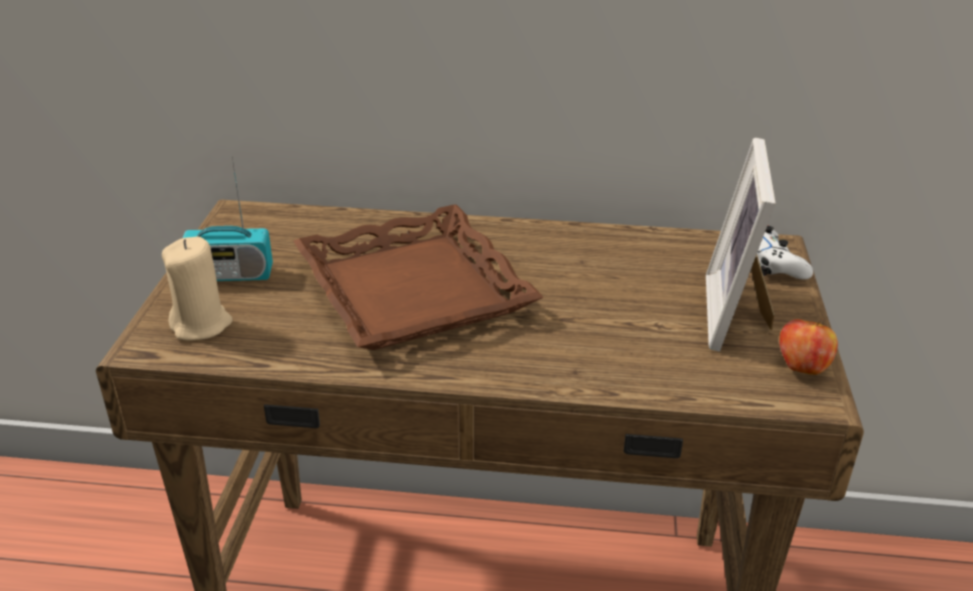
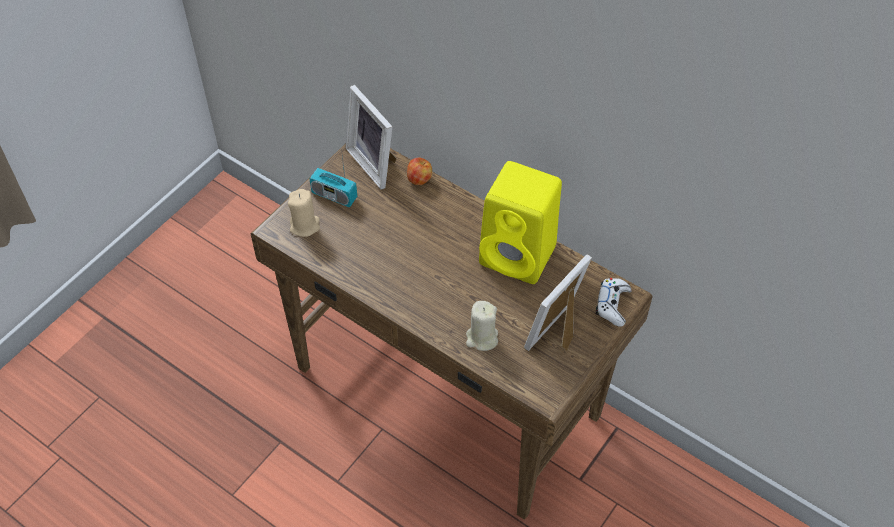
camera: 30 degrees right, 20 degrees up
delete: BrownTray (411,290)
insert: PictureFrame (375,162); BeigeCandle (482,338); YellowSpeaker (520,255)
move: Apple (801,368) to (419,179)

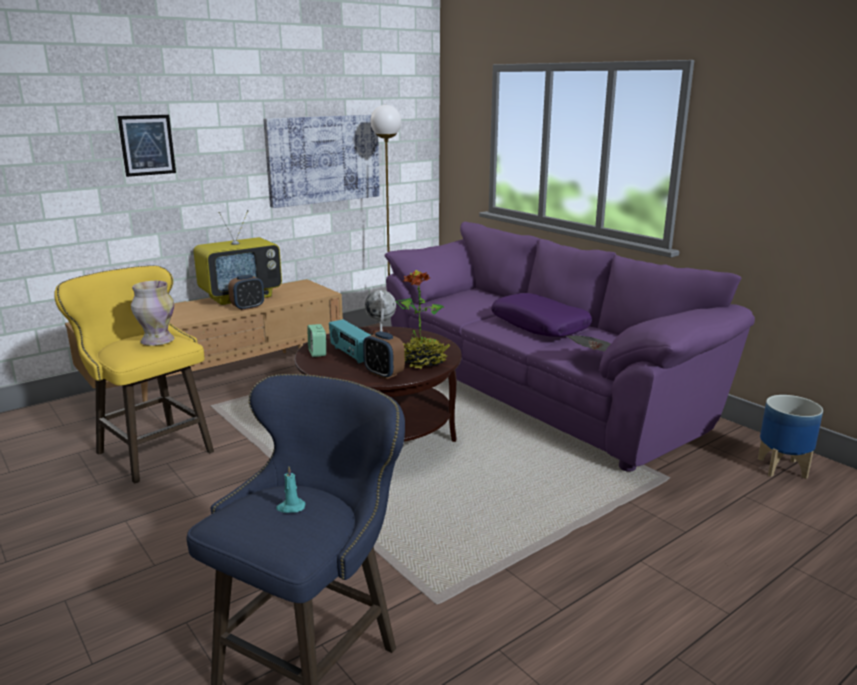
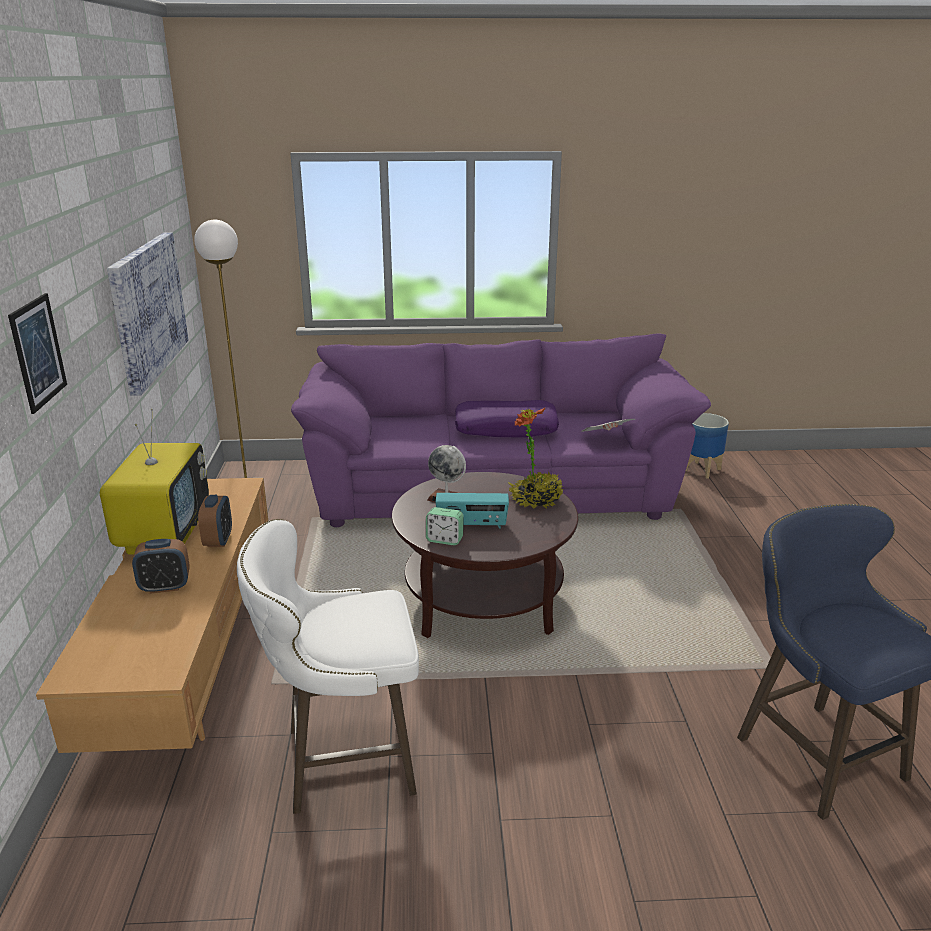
camera: 55 degrees left, 5 degrees up
delete: Vase (156,341); TurquoiseCandle (290,507)
move: AlarmClock (383,374) to (165,587)
recolor: YellowStool (152,450) to WhiteStool (342,761)

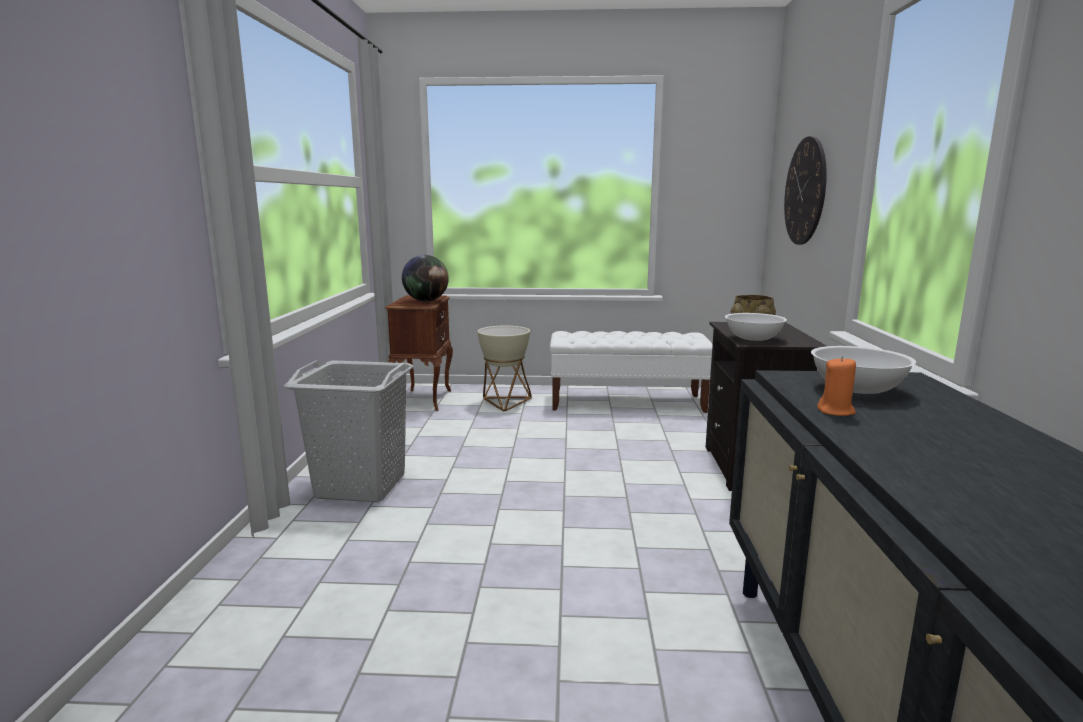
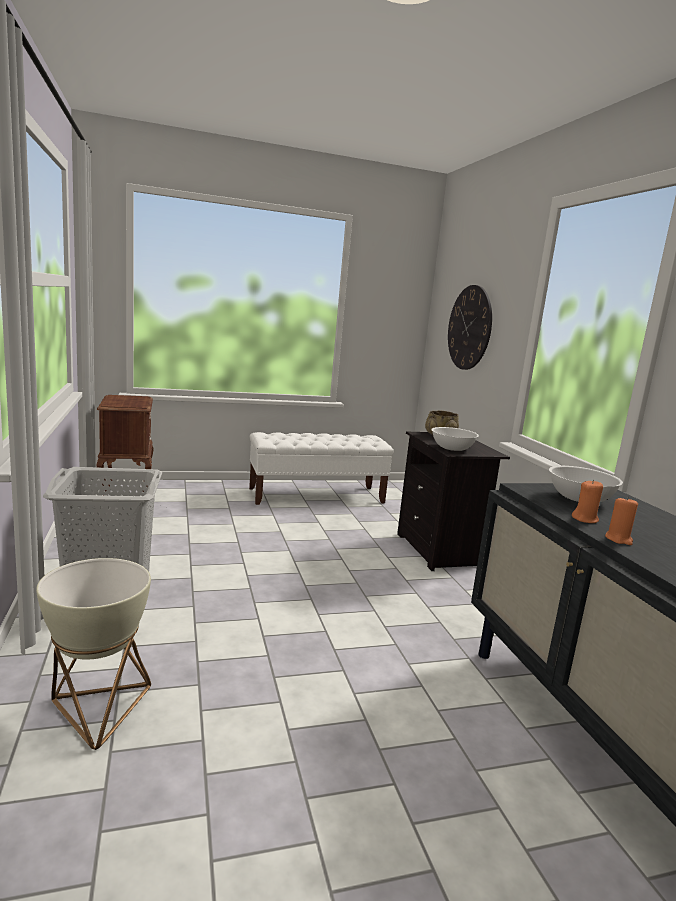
camera: 20 degrees left, 0 degrees up
delete: Globe (426,301)
insert: OrangeCandle (618,539)
move: Planter (505,402) to (98,709)

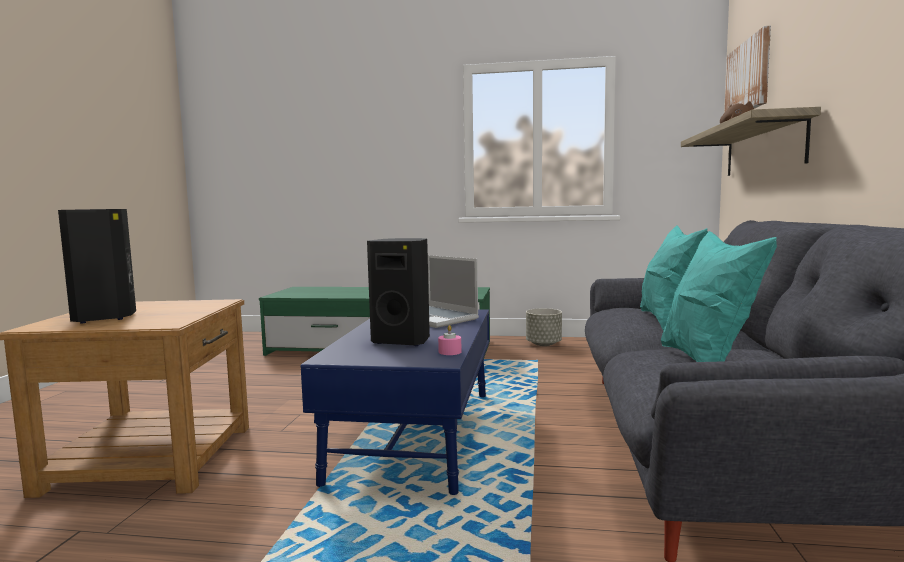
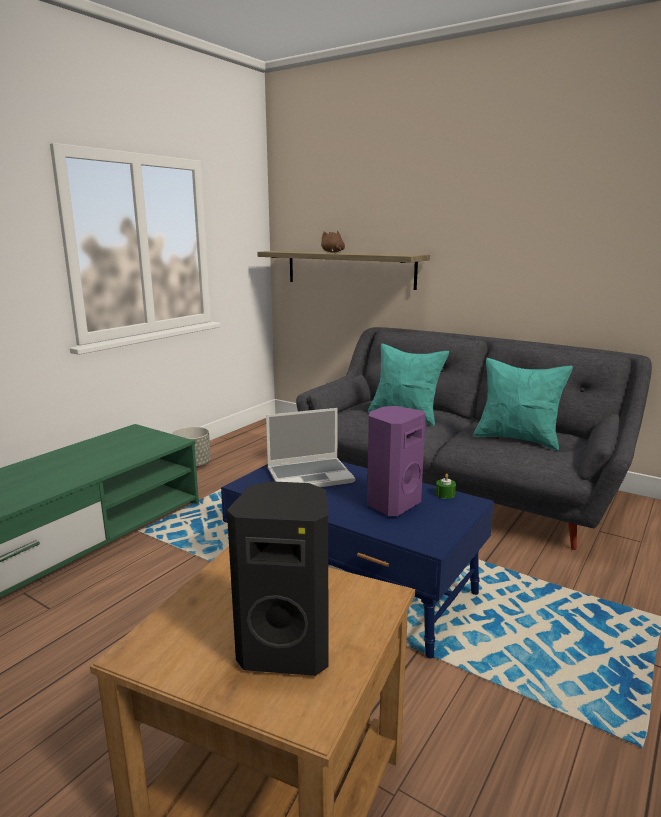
camera: 65 degrees left, 10 degrees up
delete: Picture (748,77)
recolor: BlackSpeaker (403,341) to PurpleSpeaker (391,504); PinkCandle (450,352) to GreenCandle (445,494)

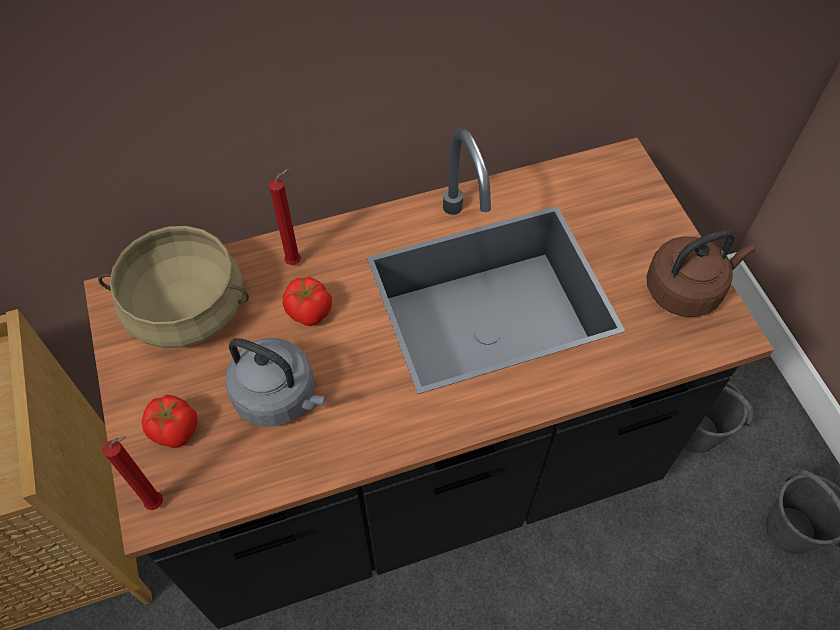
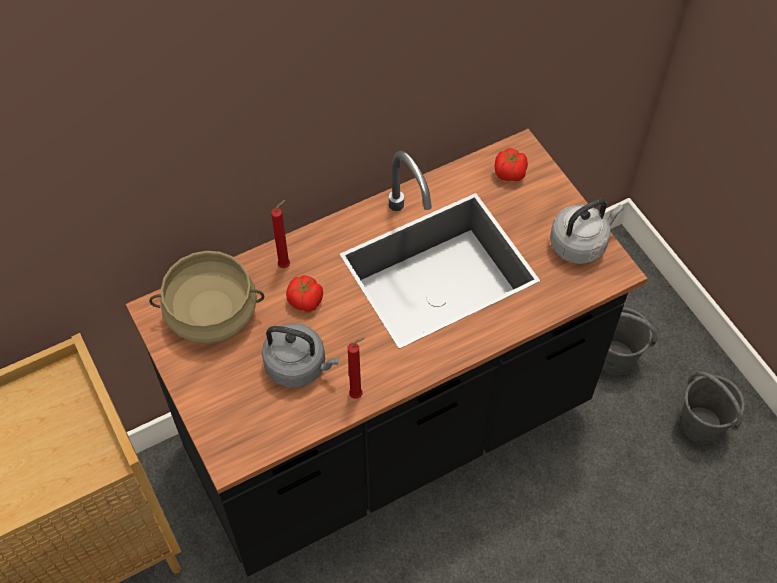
camera: 10 degrees left, 0 degrees up
move: RedCandle (158,503) to (358,394); Tomato (175,431) to (510,174)
recolor: BrownKettle (686,290) to GreyKettle (580,244)

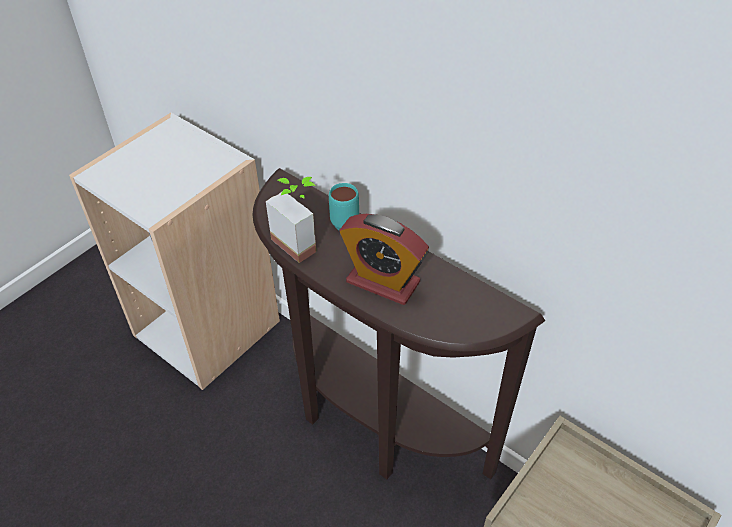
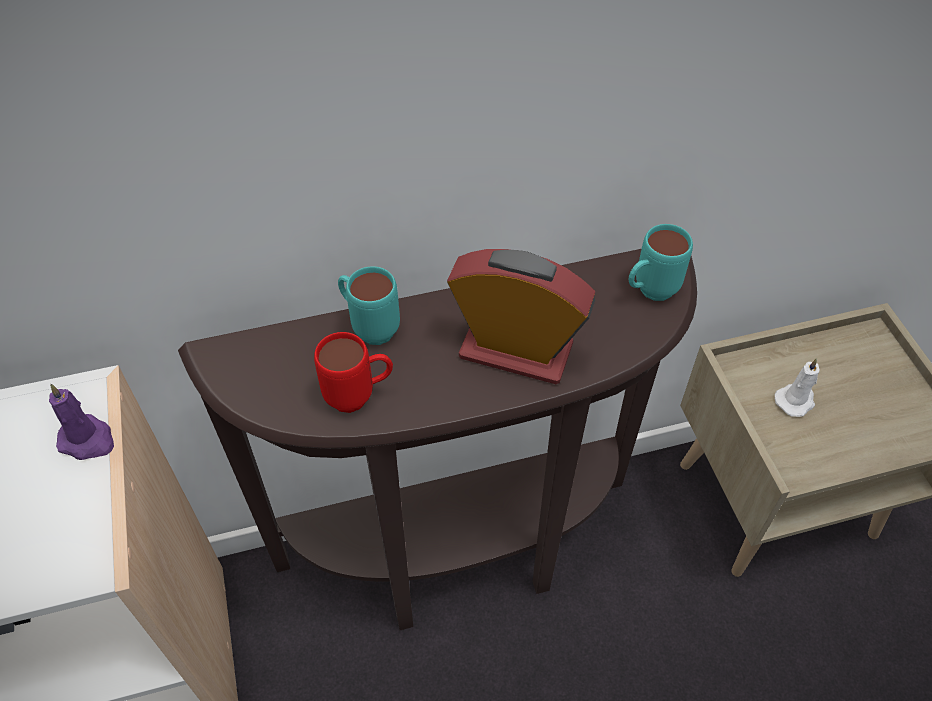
camera: 55 degrees left, 5 degrees up
insert: PurpleCandle (88,440); TurquoiseMug (648,293); WhiteCandle (795,400)
replace: PottedPlant (301,241) to RedMug (359,397)
rotate: AlarmClock (383,282) = (516,351) 135 degrees counterclockwise

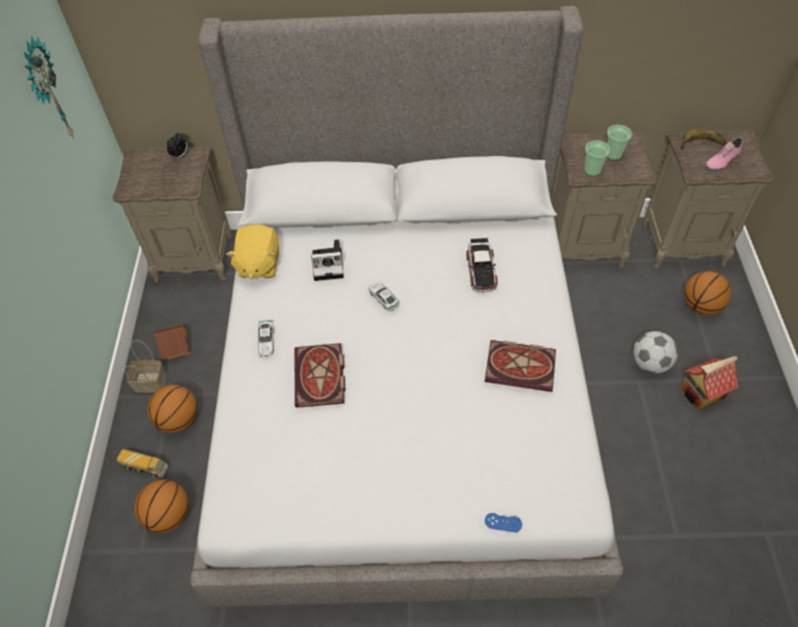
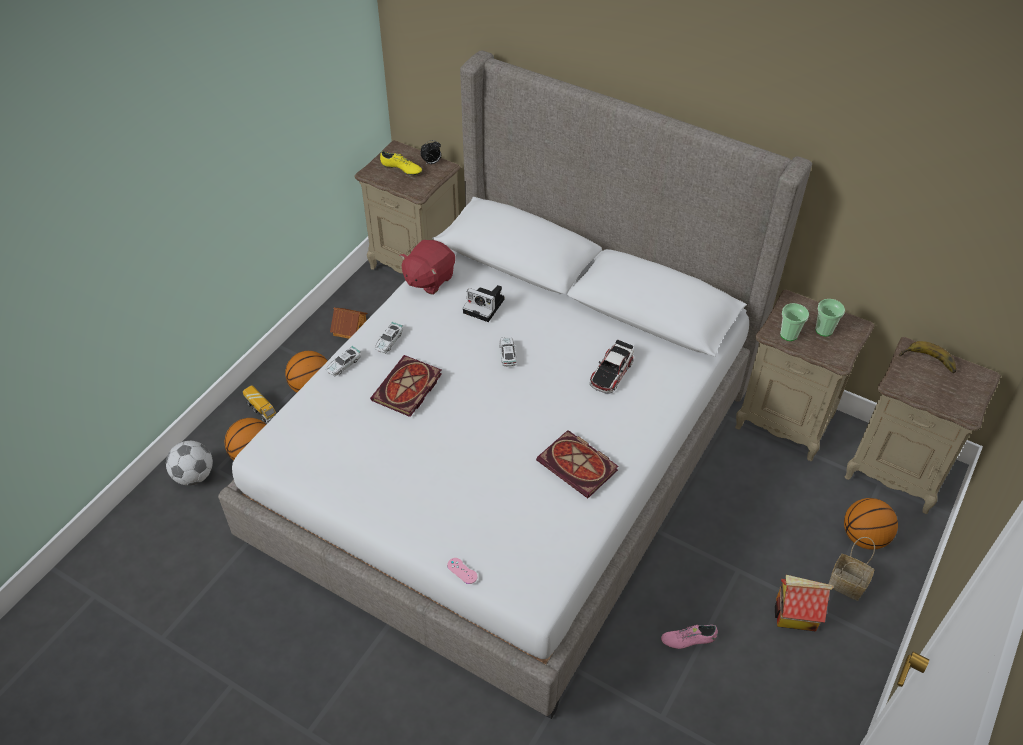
camera: 30 degrees right, 5 degrees down
delete: WallClock (46,92)
insert: ToyCar (343,364); YellowShoe (401,169)
move: Basket (149,383) to (845,584); Football (650,363) to (194,476); PinkShoe (722,161) to (688,640)
recolor: YellowPlushToy (258,264) to RedPlushToy (428,279); BlueGameController (503,522) to PinkGameController (462,571)

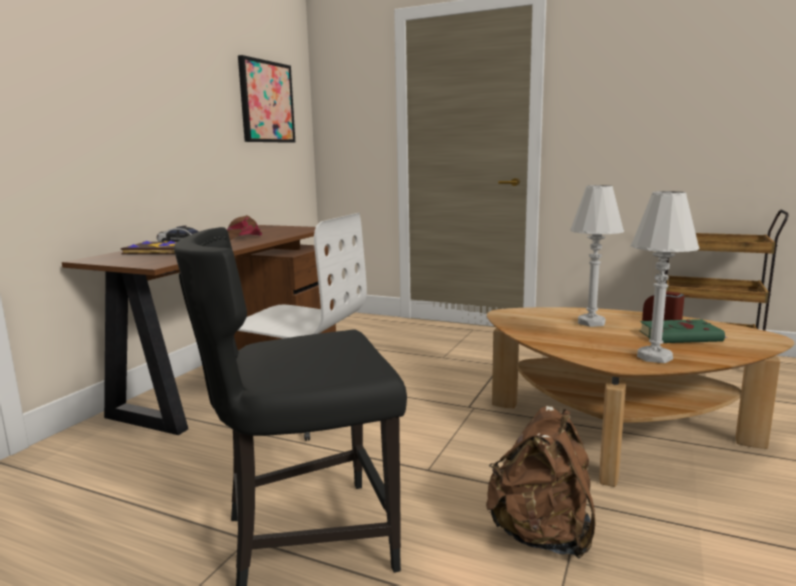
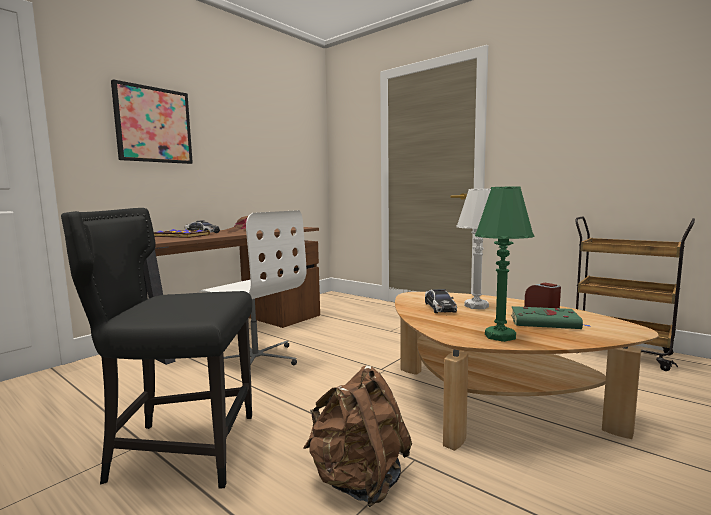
camera: 15 degrees right, 5 degrees down
insert: ToyCar (439,307)
move: Picture (266,102) to (153,125)
recolor: WhiteTableLamp (654,357) to GreenTableLamp (500,336)

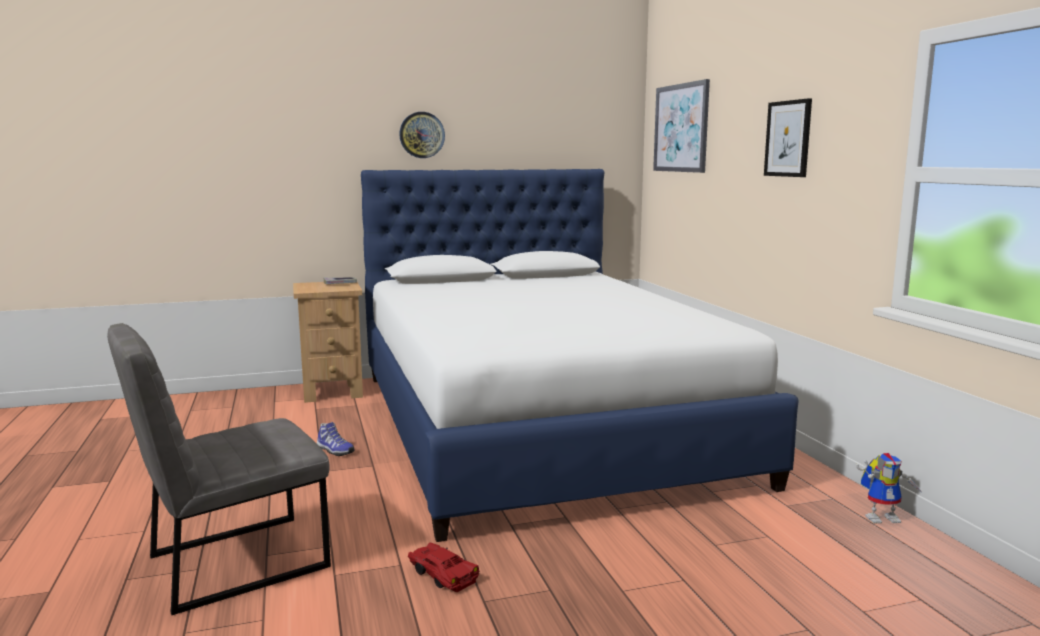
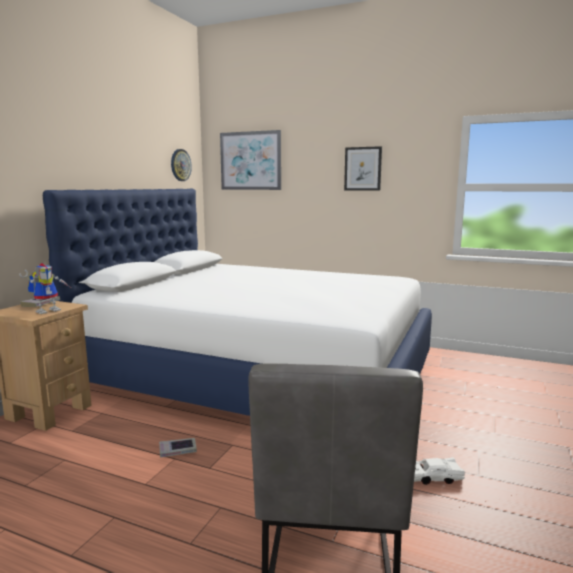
camera: 50 degrees left, 0 degrees up
move: WallClock (422,135) to (180,165); ToyRobot (883,517) to (48,310)
replace: Shoe (334,451) to Book (178,450)
recolor: RedToyCar (442,574) to WhiteToyCar (433,477)

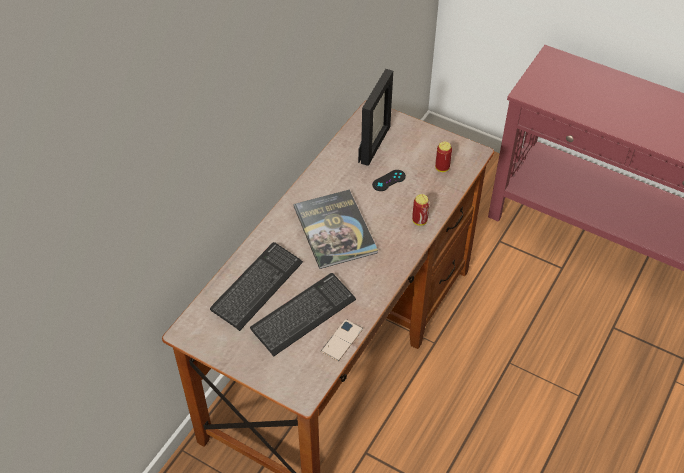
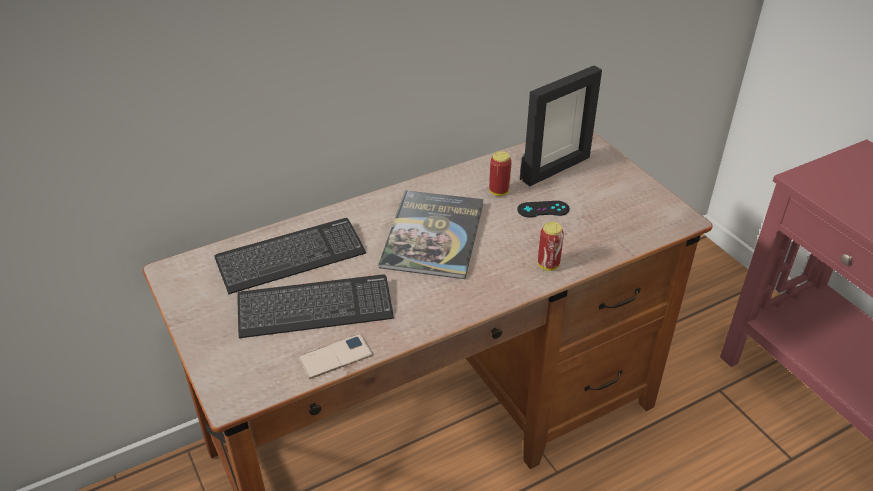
camera: 30 degrees right, 10 degrees down
move: Can (442,168) to (499,192)

